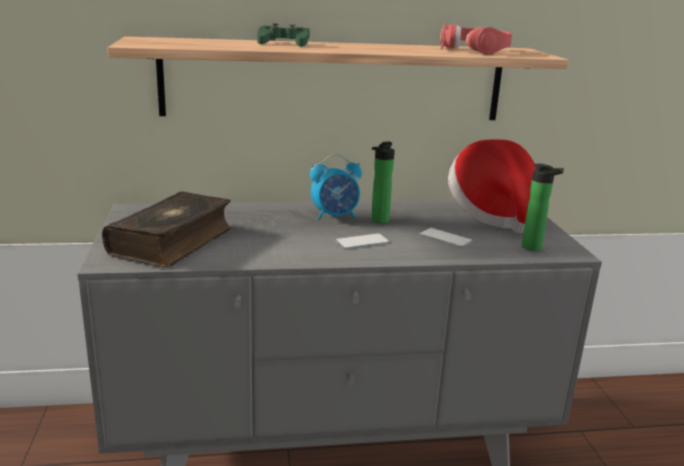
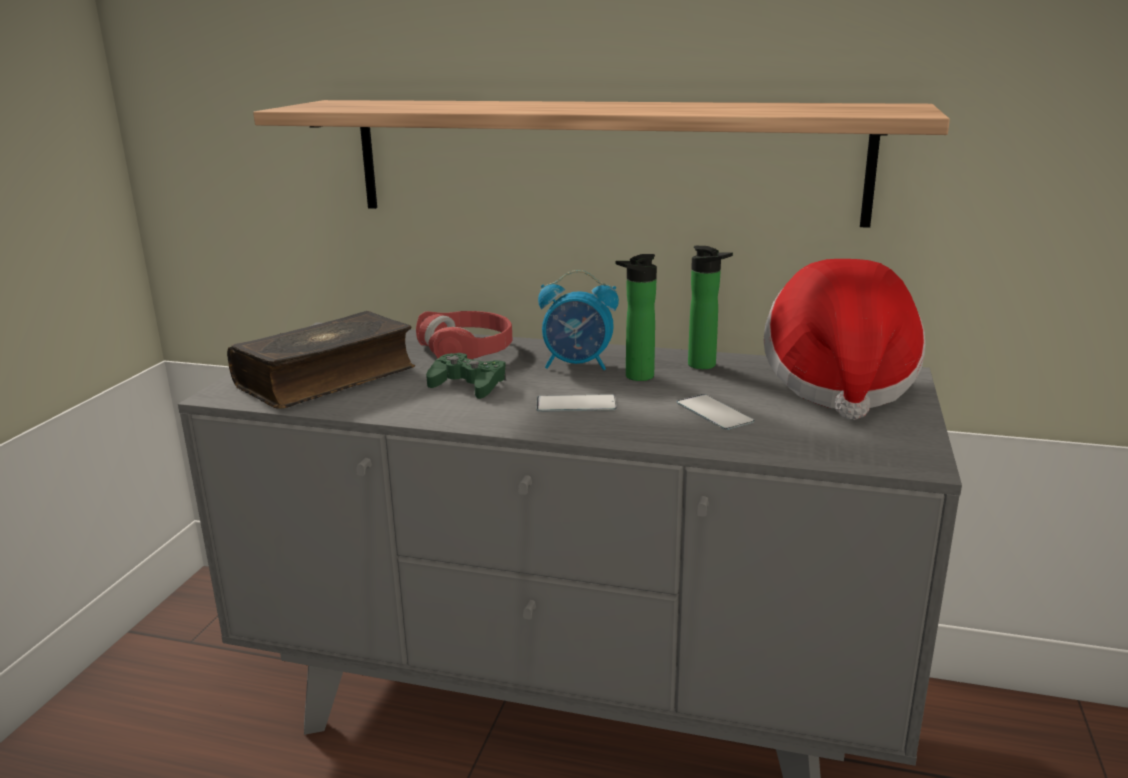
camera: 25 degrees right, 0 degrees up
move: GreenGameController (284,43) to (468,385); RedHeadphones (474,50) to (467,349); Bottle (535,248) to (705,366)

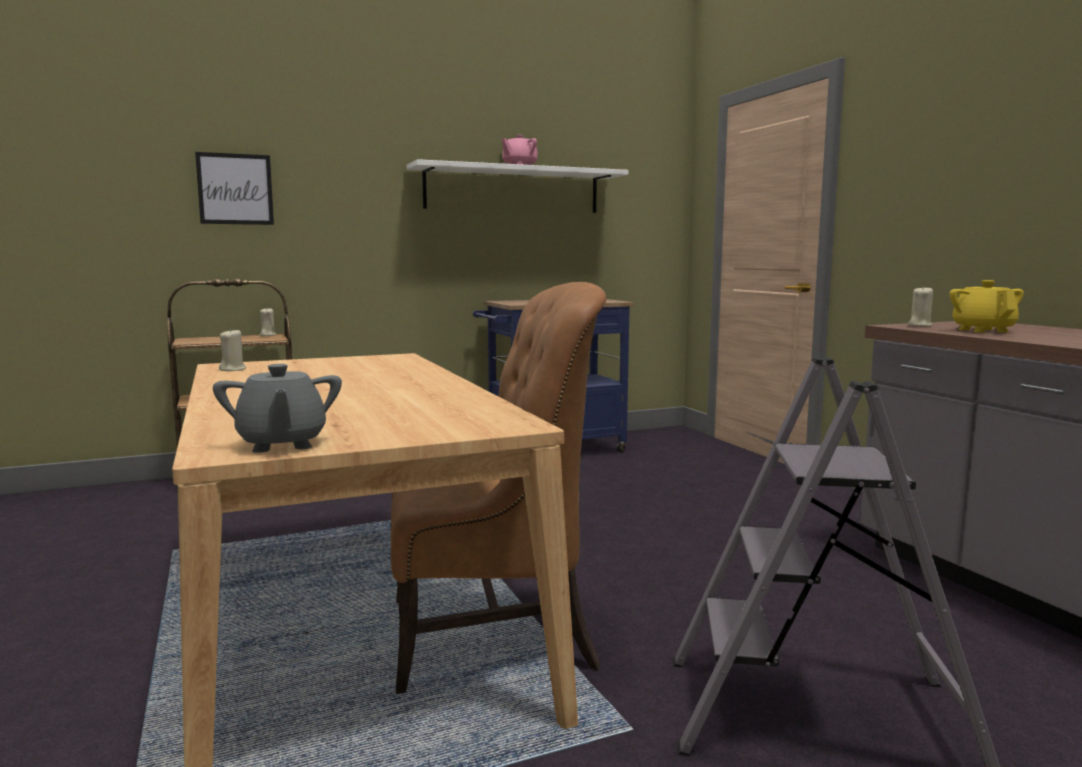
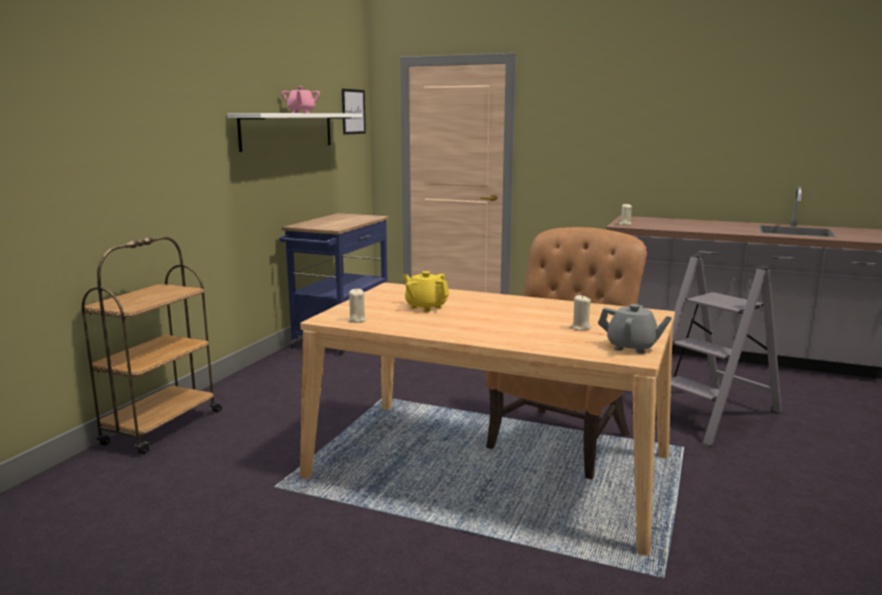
camera: 45 degrees left, 5 degrees up
move: Picture (235,189) to (353,111); BeigeCandle (267,335) to (580,328); YellowTeapot (983,330) to (425,307)

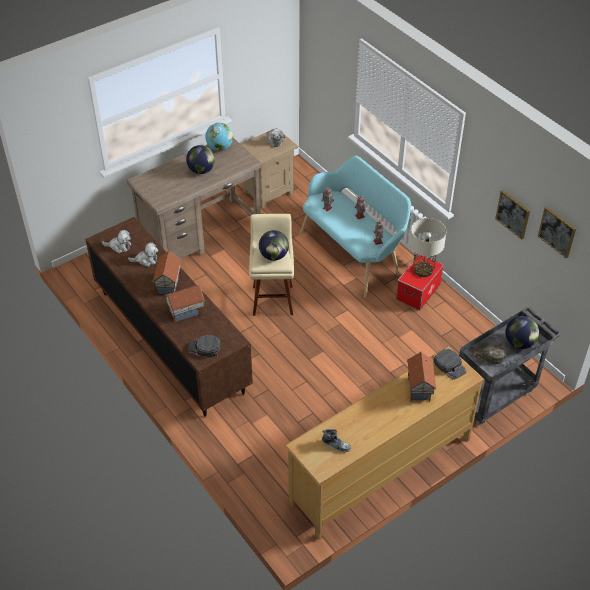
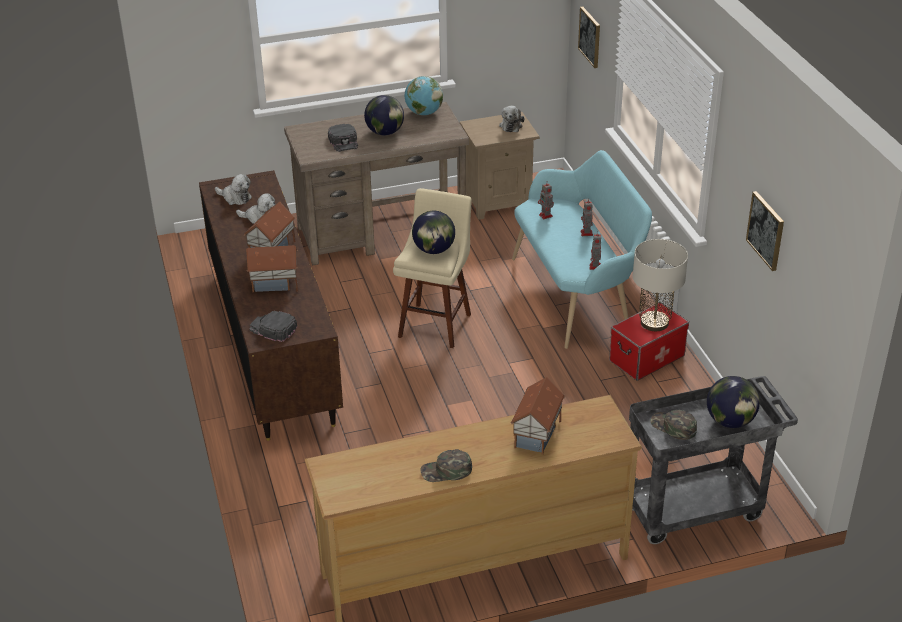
camera: 20 degrees right, 10 degrees down
delete: Shoe (336,445)
insert: GreenCap (446,471)
move: BlackCap (450,366) to (343,141); Picture (557,231) to (590,37)

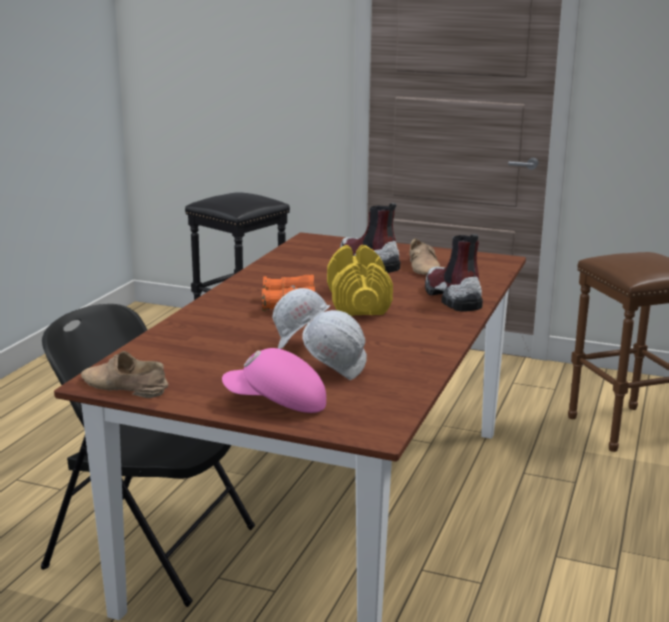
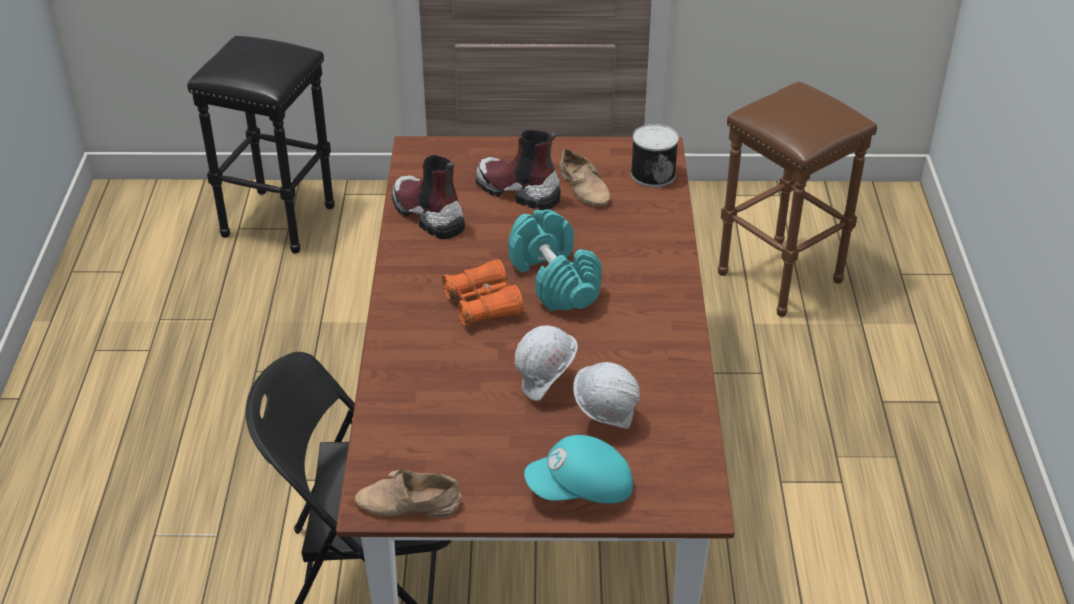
camera: 20 degrees left, 20 degrees up
insert: Can (653,173)
move: Boot (451,297) to (427,215)
recolor: PinkCap (276,404) to TurquoiseCap (581,490); YellowDumbbell (359,303) to TurquoiseDumbbell (555,280)

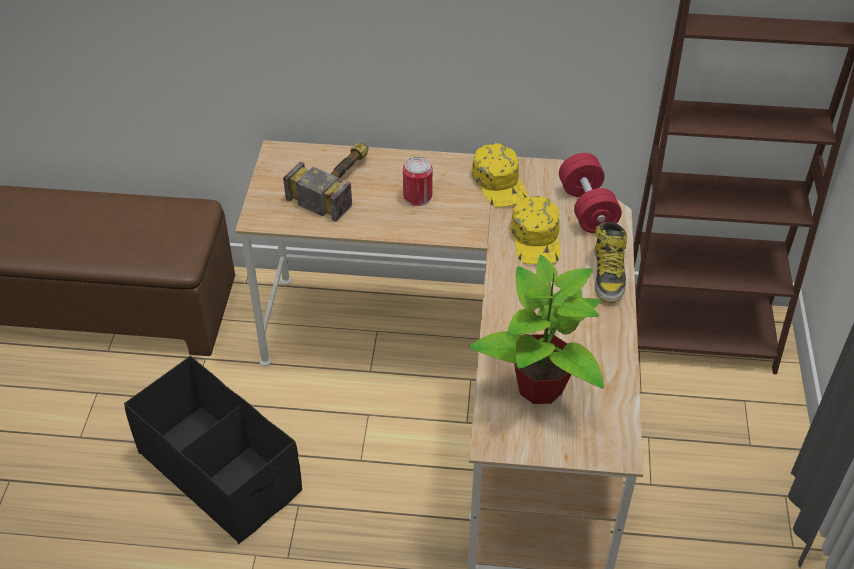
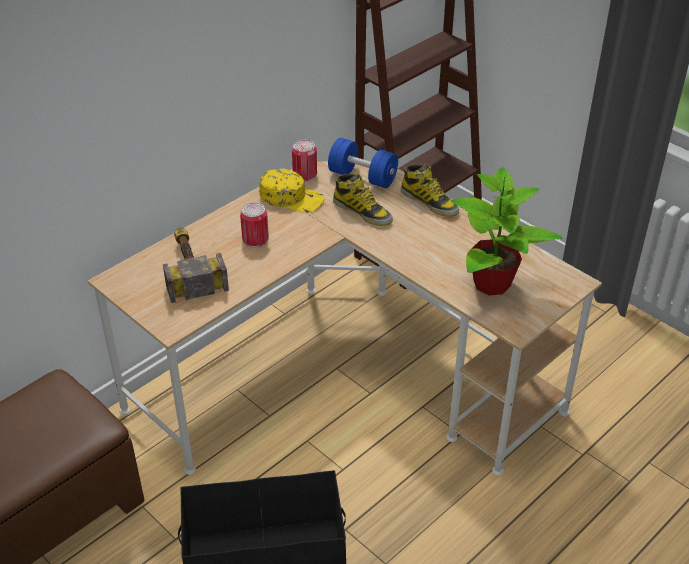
camera: 50 degrees left, 5 degrees down
insert: Can (305,174)
replace: YellowCap (536,238) to Boot (363,211)
recolor: RedDumbbell (587,208) to BlueDumbbell (362,177)

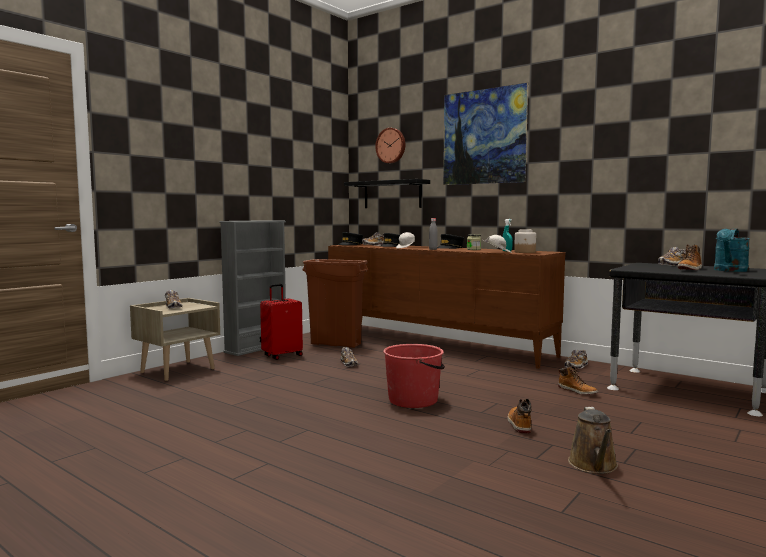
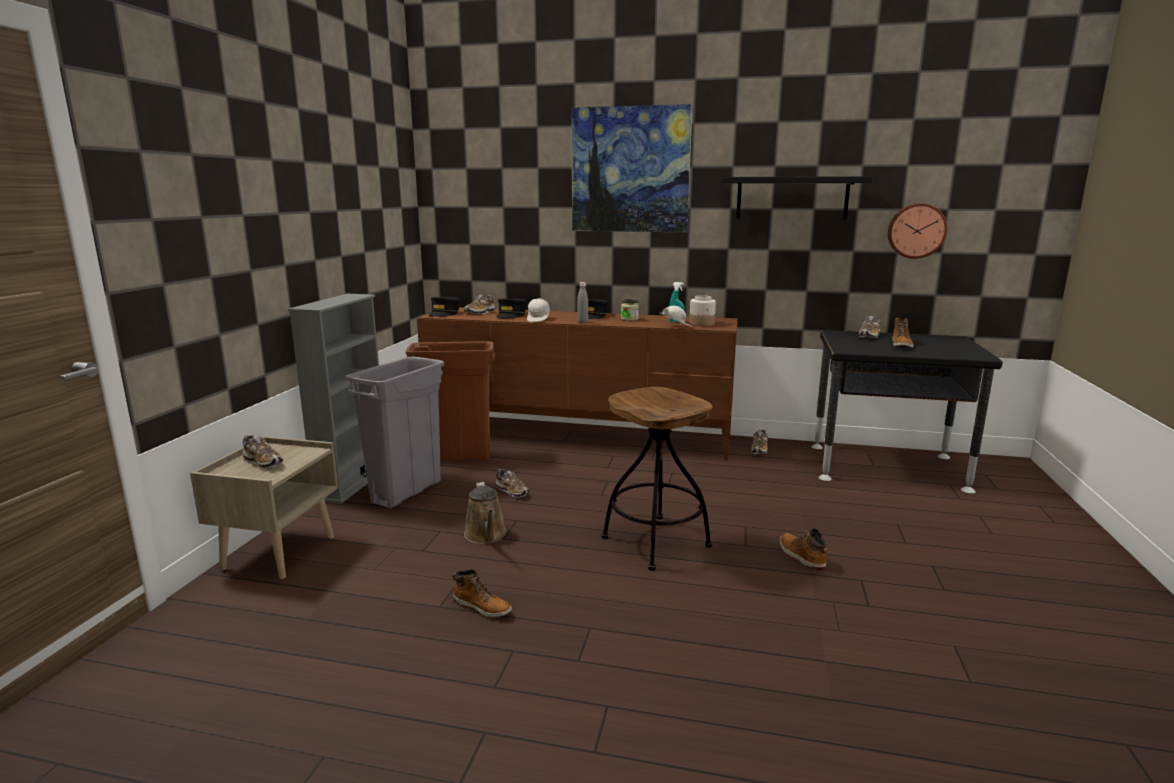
camera: 25 degrees left, 10 degrees up
delete: TurquoiseWateringCan (729,270)
move: BlackShelf (392,194) to (792,198); WallClock (391,145) to (916,231); Boot (577,391) to (482,606); BrownWateringCan (594,466) to (486,535)
replace: RedSuitcase (282,356) to GreyTrashCan (407,492); RedBucket (414,400) to BrownStool (656,542)

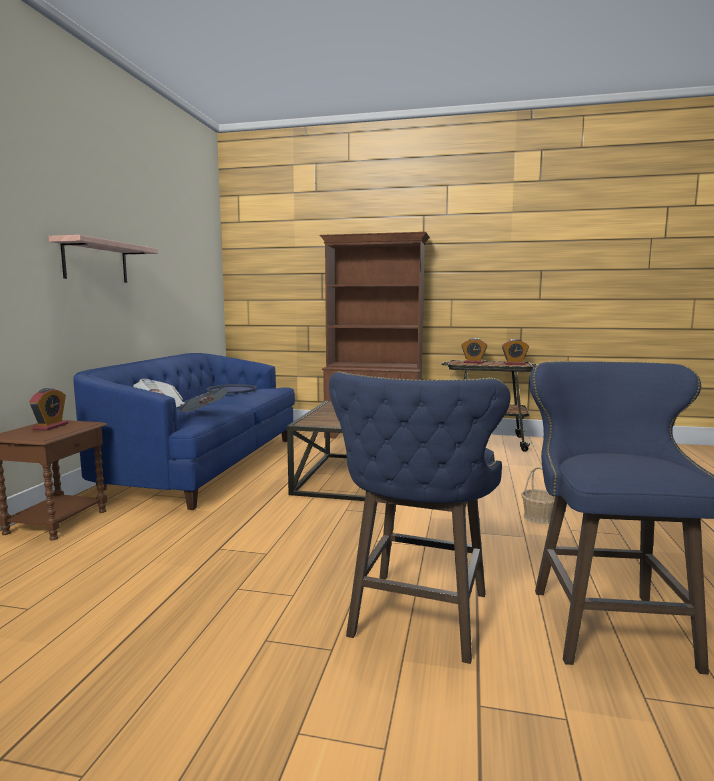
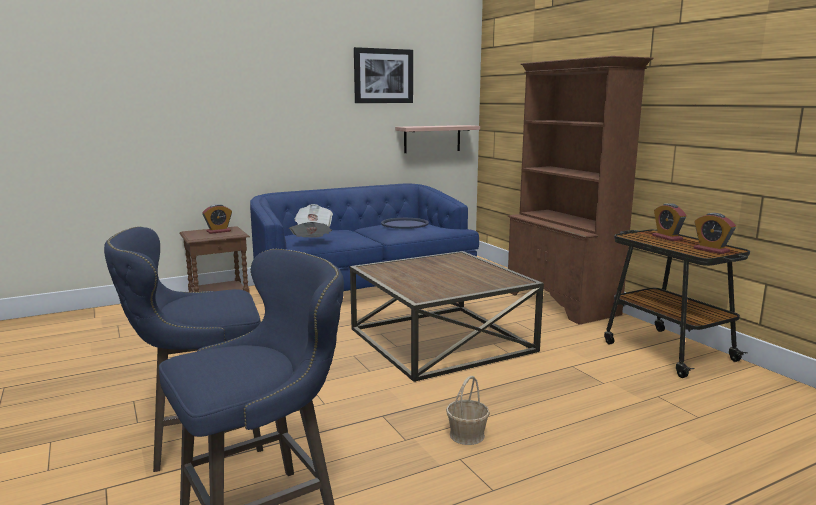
camera: 50 degrees right, 5 degrees up
insert: Picture (383,76)
move: Shelf (96,262) to (432,139)

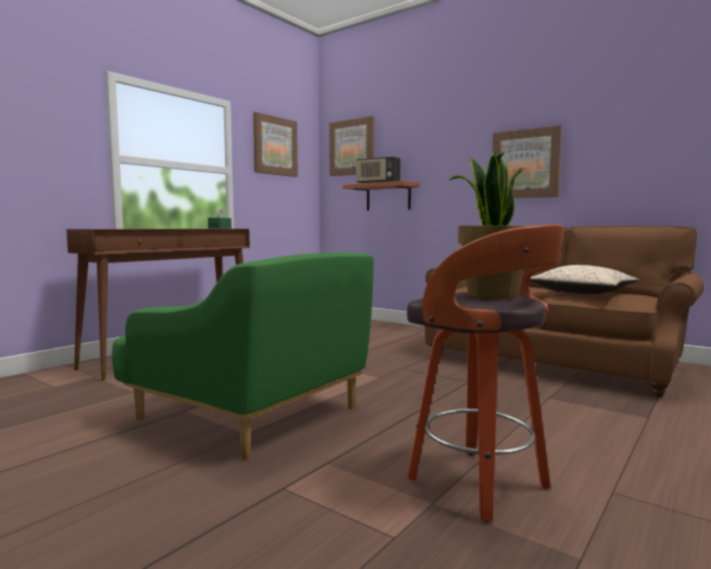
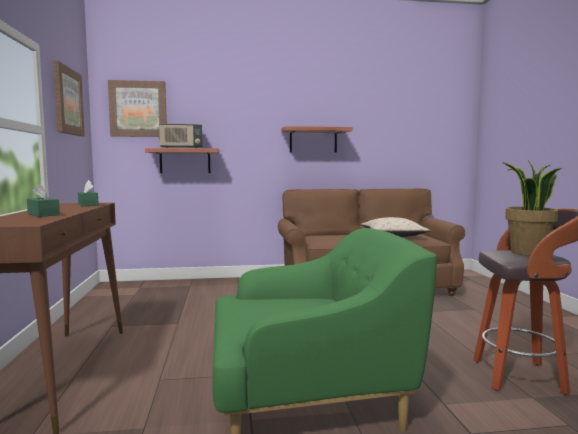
camera: 45 degrees left, 0 degrees up
insert: GreenTissueBox (43,214)
replace: Picture (525,164) to Shelf (313,140)

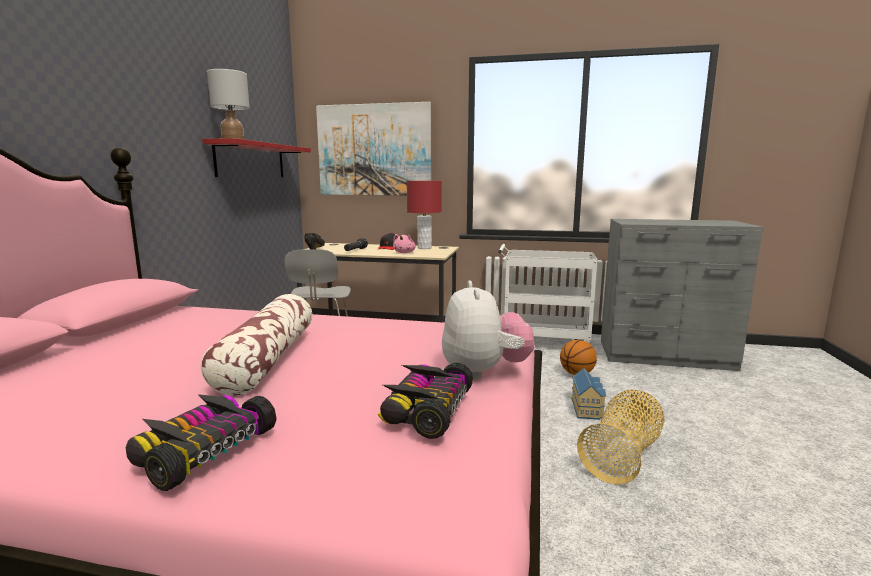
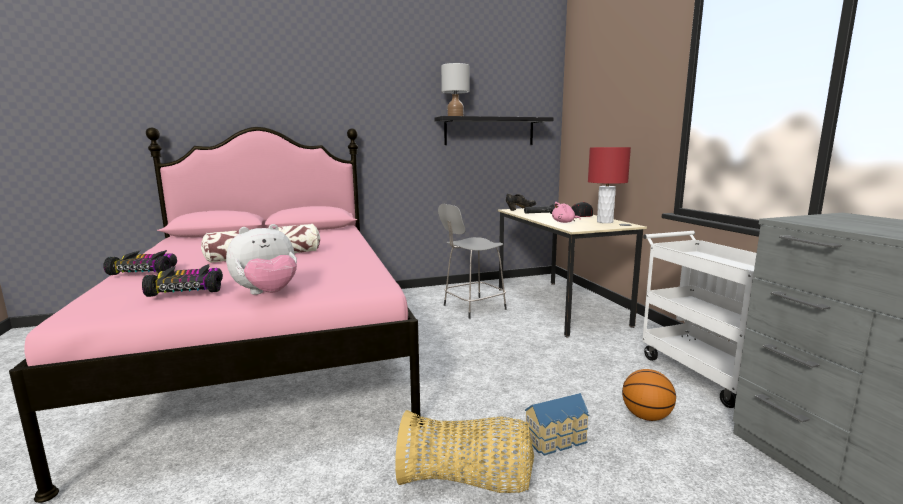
camera: 60 degrees right, 0 degrees up
delete: Picture (374,150)
recolor: RedShelf (251,160) to BlackShelf (489,131)

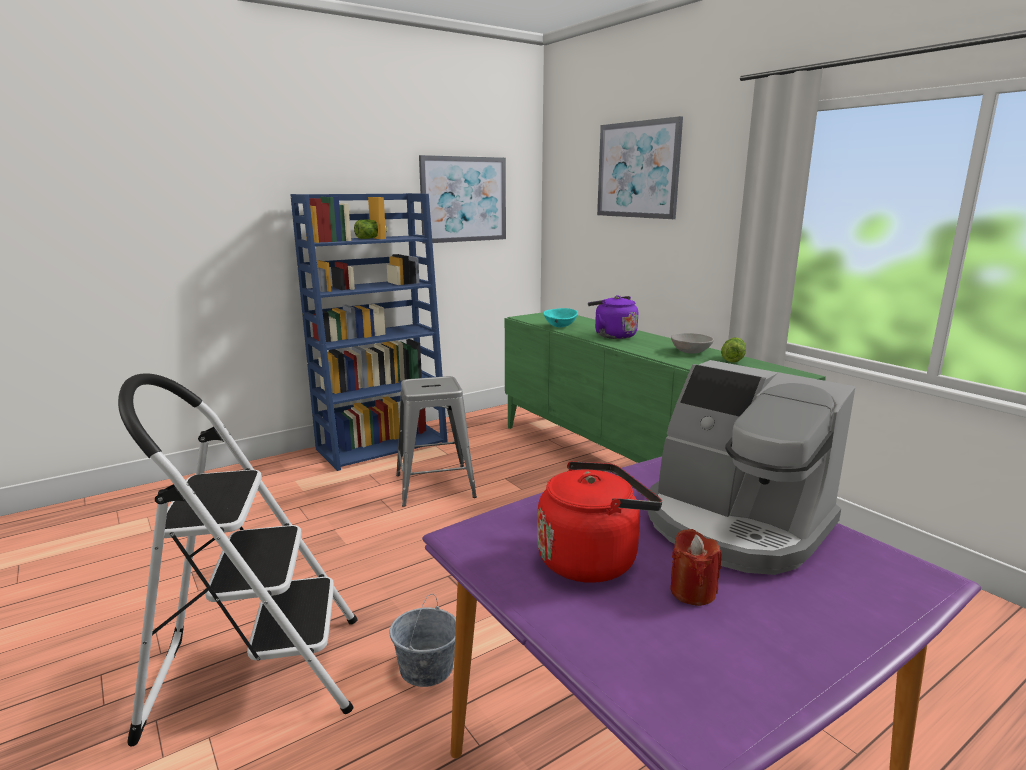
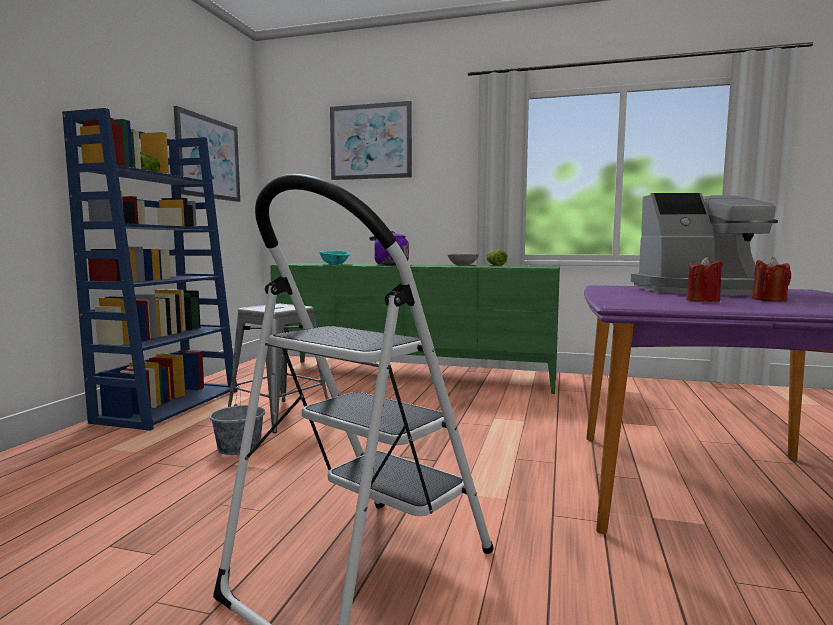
camera: 40 degrees left, 10 degrees down
move: GreyBucket (427,668) to (239,447)
replace: RedKettle (592,559) to RedCandle (703,301)

